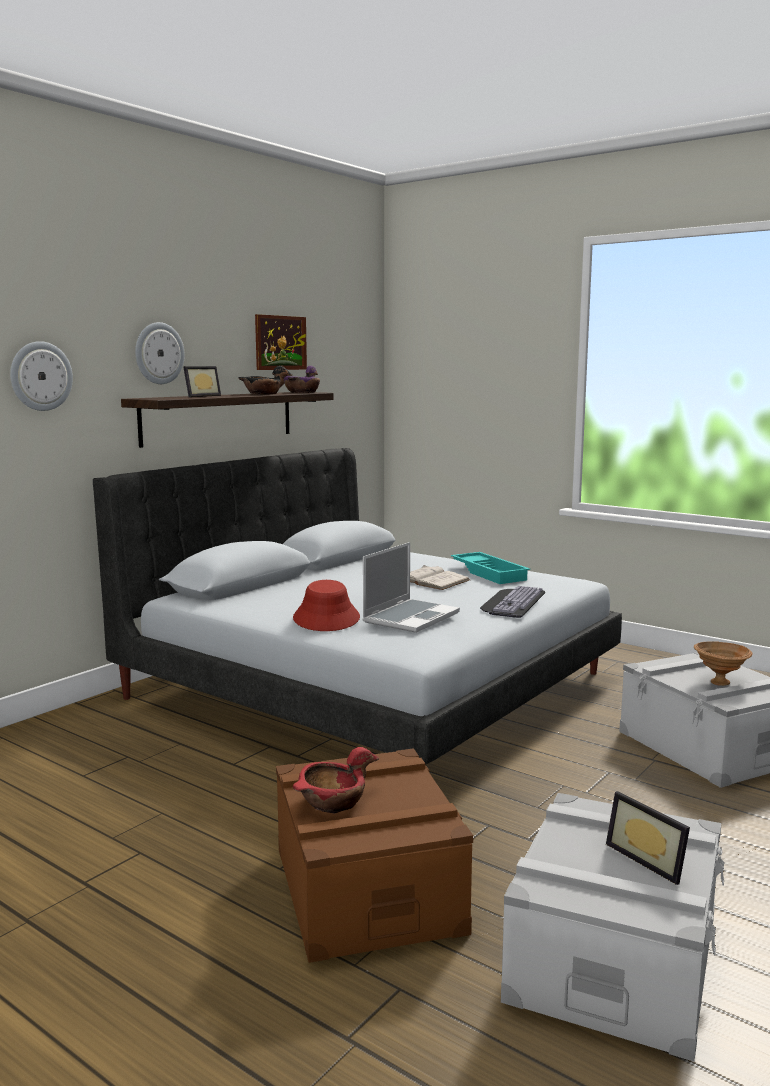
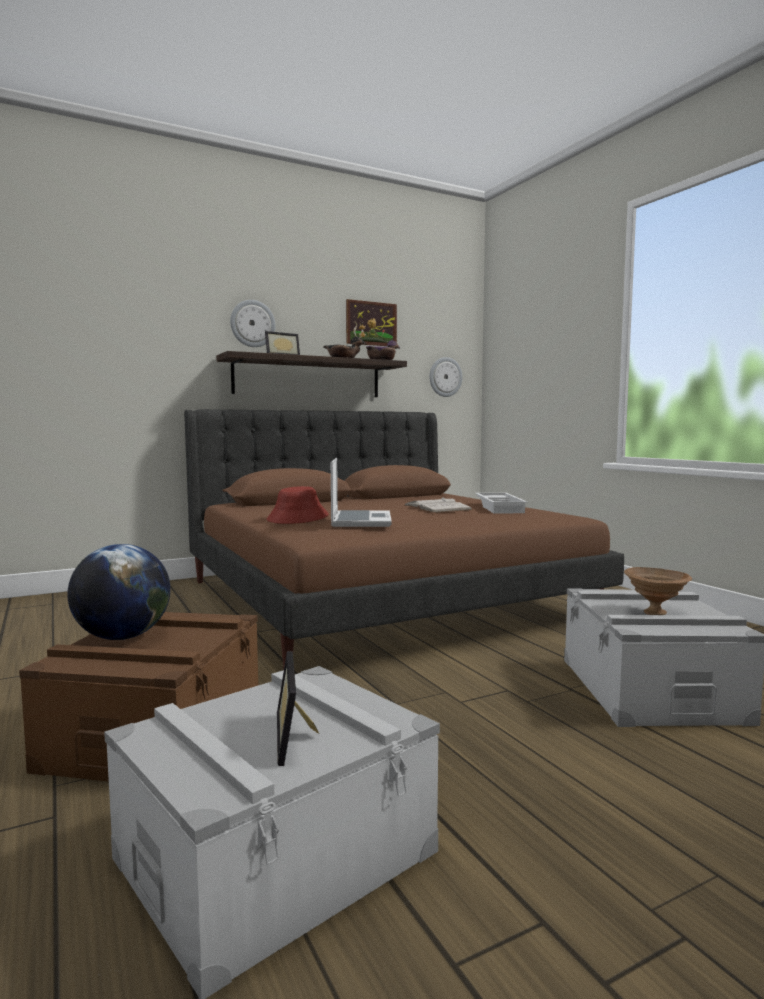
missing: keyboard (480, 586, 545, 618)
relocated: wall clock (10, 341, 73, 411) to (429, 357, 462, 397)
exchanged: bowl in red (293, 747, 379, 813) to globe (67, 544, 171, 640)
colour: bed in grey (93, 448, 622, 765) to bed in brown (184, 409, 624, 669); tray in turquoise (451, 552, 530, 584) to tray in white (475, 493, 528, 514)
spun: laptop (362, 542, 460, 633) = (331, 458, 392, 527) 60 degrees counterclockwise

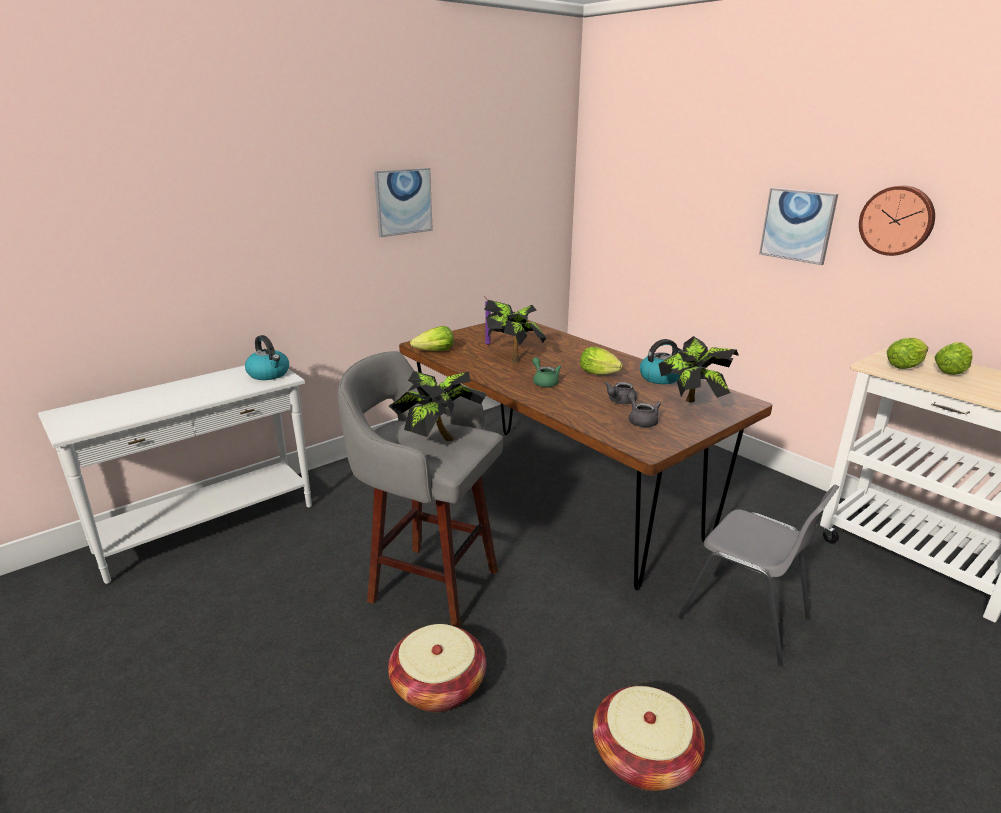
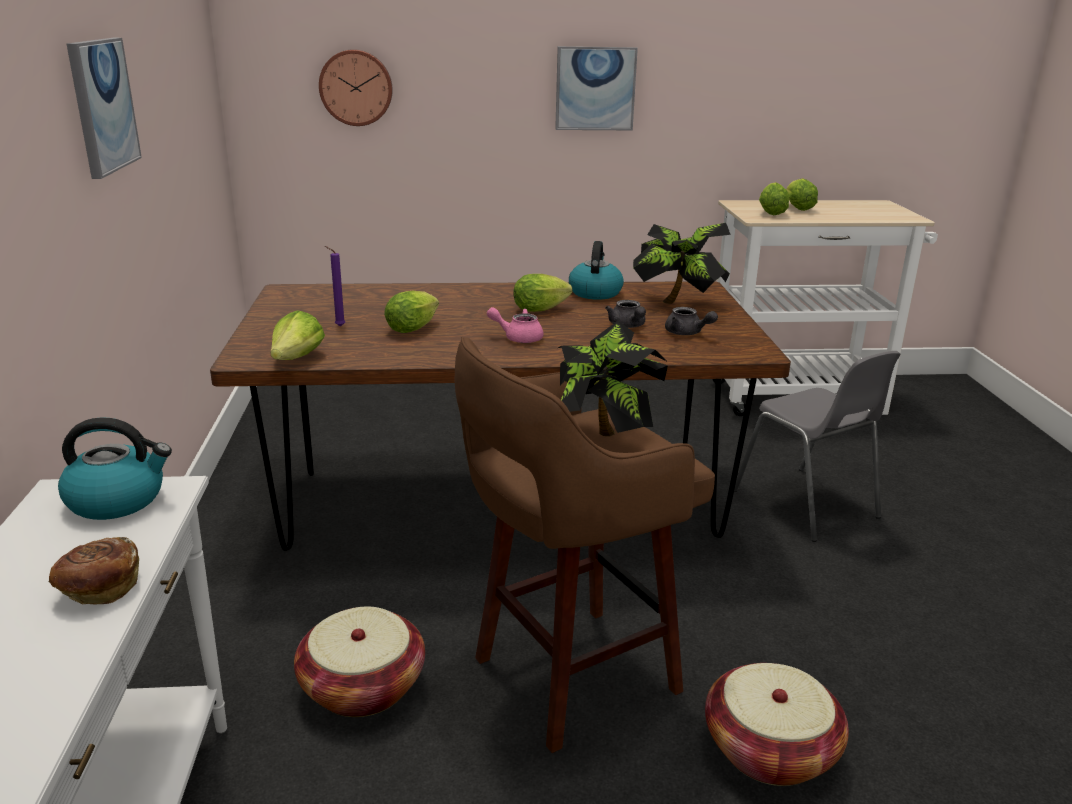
appeared: bread (49, 537, 139, 604)
relocated: basket (593, 686, 705, 791) to (294, 607, 425, 717); wall clock (859, 186, 935, 256) to (319, 49, 393, 126)
exchanged: potted plant (484, 300, 547, 363) to lettuce (384, 291, 439, 333)
colour: stool in grey (337, 351, 503, 628) to stool in brown (455, 337, 715, 753); teapot in green (532, 357, 561, 387) to teapot in pink (487, 307, 544, 343)
spun: teapot in grey (627, 392, 661, 427) = (665, 307, 718, 335) 150 degrees counterclockwise; chair in grey (678, 485, 839, 666) = (734, 351, 900, 542) 75 degrees clockwise

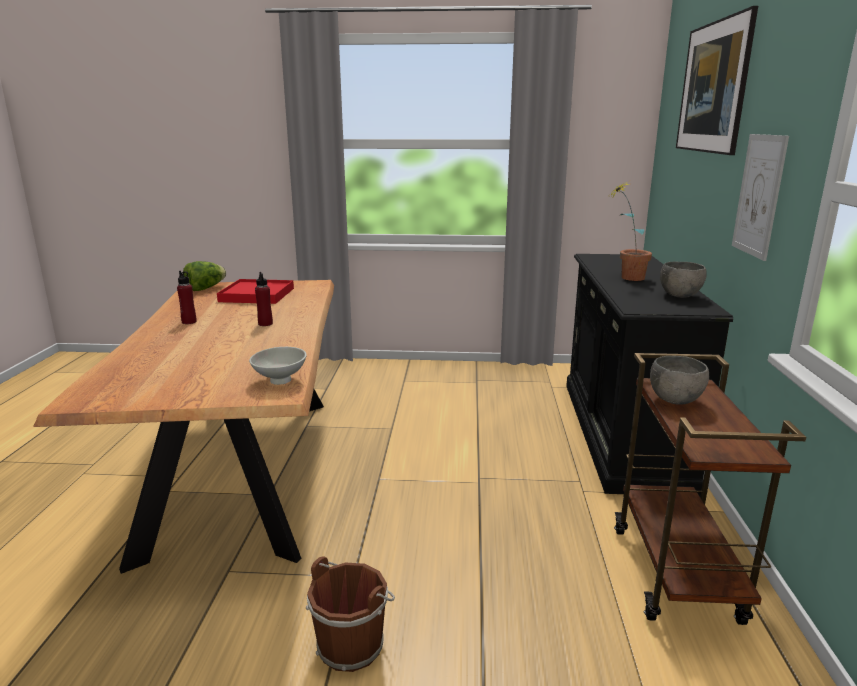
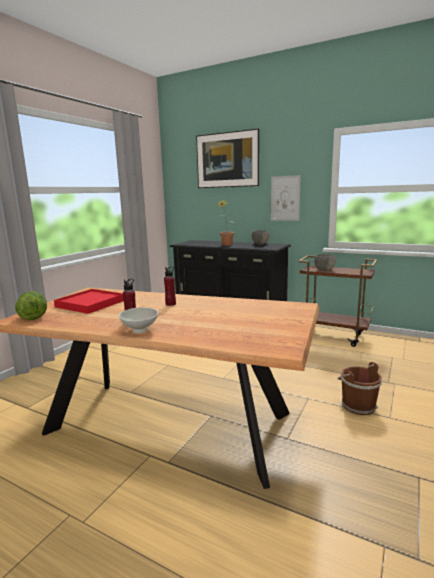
relocated: bowl in white (249, 347, 307, 385) to (119, 307, 158, 333)

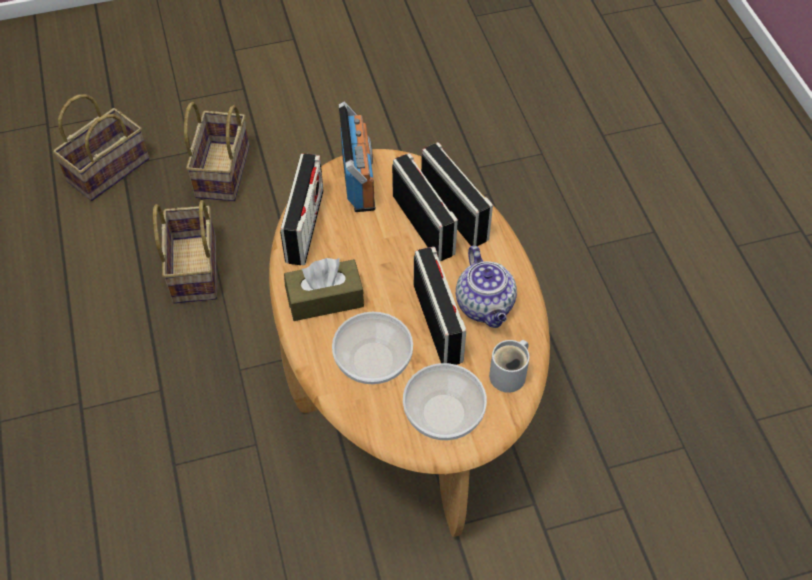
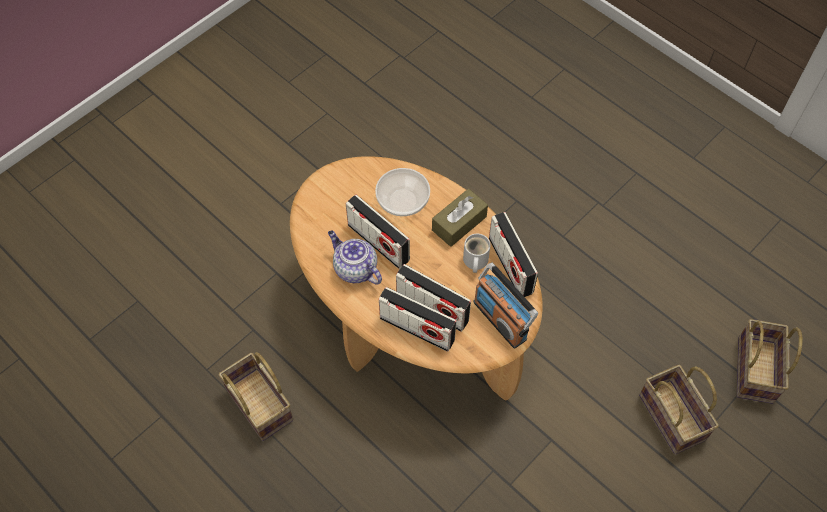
missing: bowl (403, 363, 487, 440)
relocated: basket (153, 200, 217, 304) to (219, 352, 293, 441); mug in white (489, 340, 530, 393) to (463, 233, 490, 273)

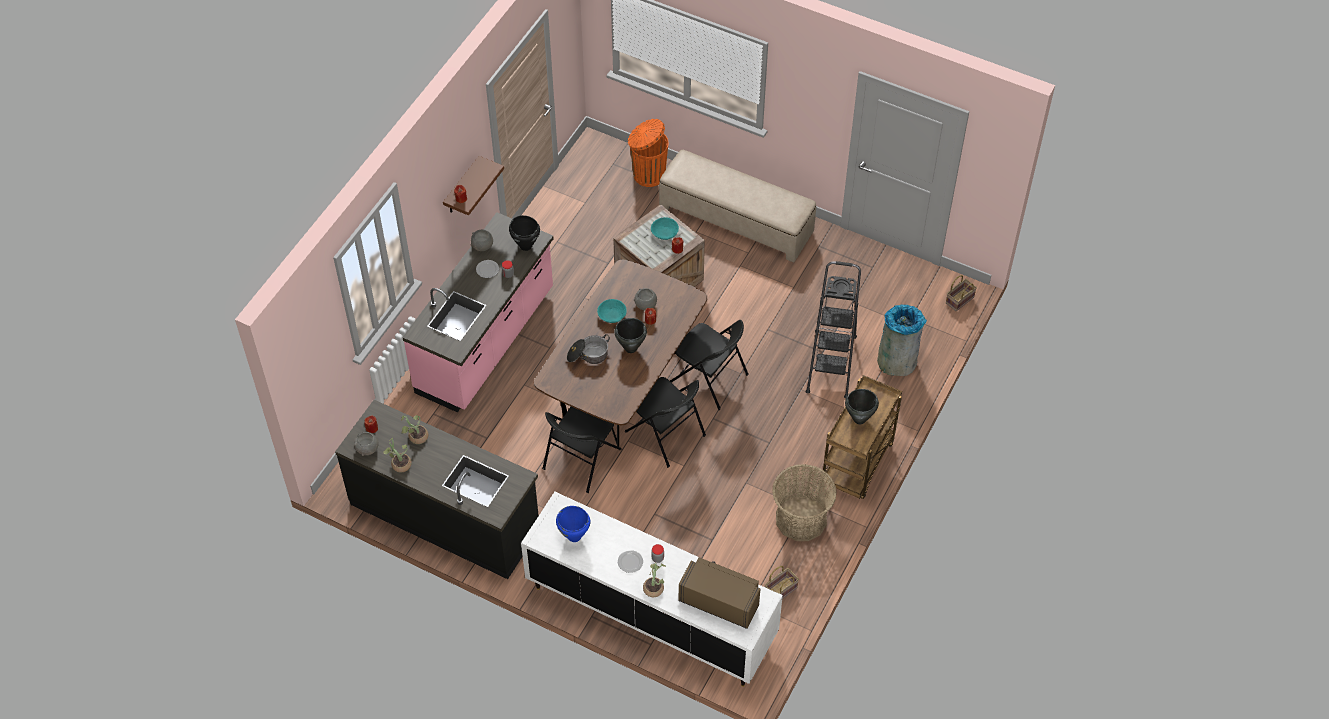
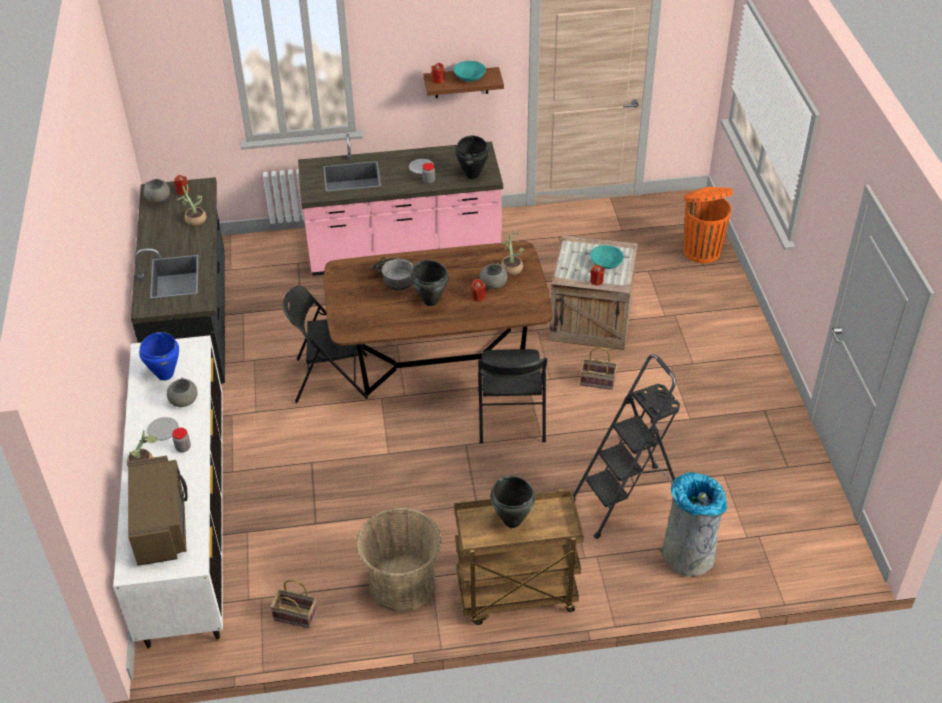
missing: chair in black (625, 377, 706, 468); bench in beige (659, 150, 816, 262)
relocated: potted plant (383, 438, 412, 472) to (501, 232, 525, 275); bowl in grey (471, 230, 493, 251) to (167, 377, 198, 407); bowl in turquoise (597, 299, 627, 323) to (453, 61, 486, 81); basket (946, 275, 977, 311) to (580, 347, 617, 390)

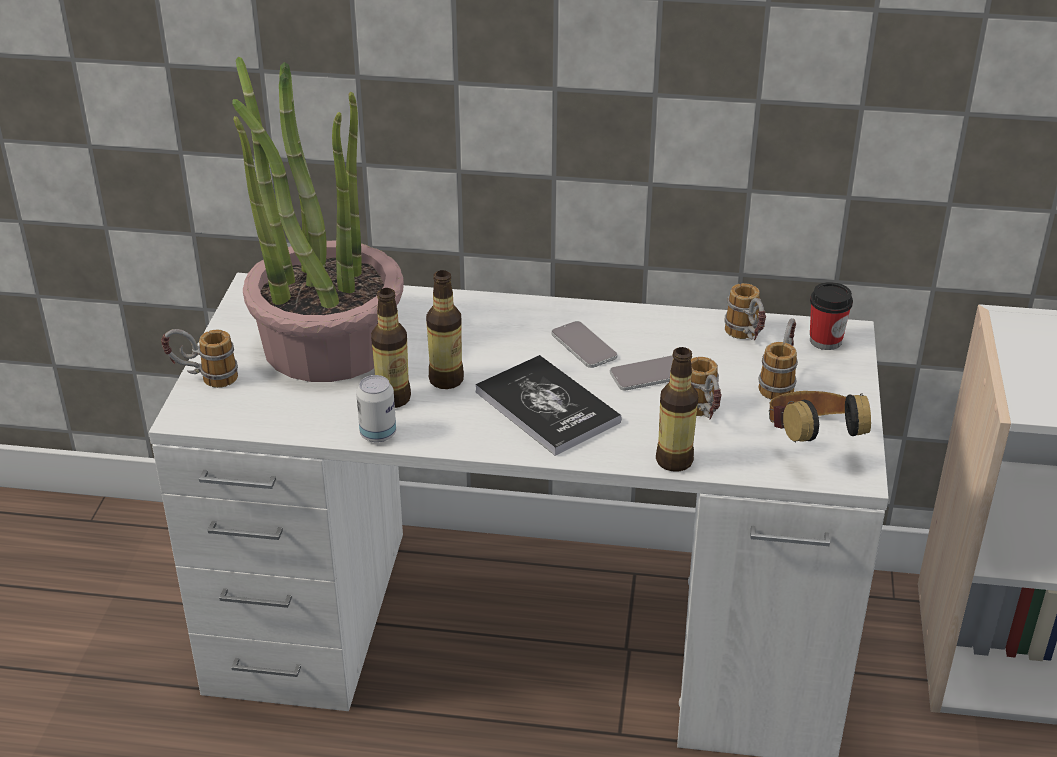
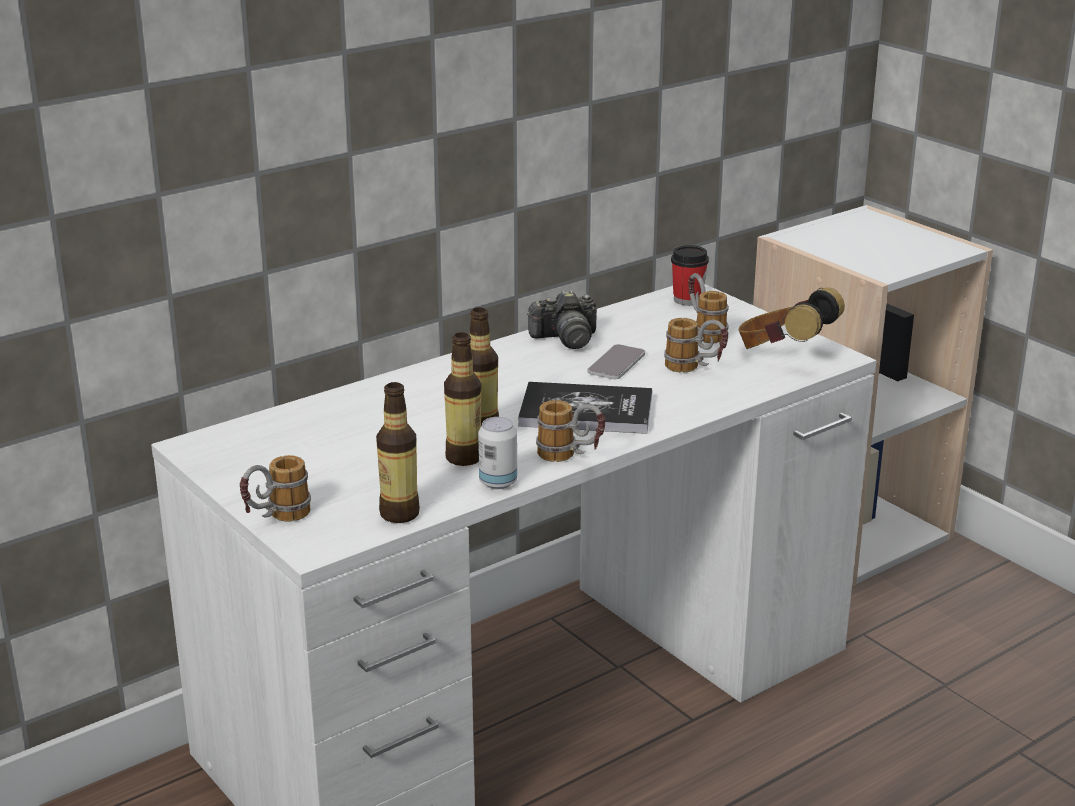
missing: potted plant (232, 57, 404, 382); phone (551, 321, 617, 368)
appeared: photo camera (527, 290, 597, 349)
relocated: bottle (656, 347, 698, 472) to (376, 382, 420, 523); mug (725, 283, 766, 340) to (536, 400, 605, 462)

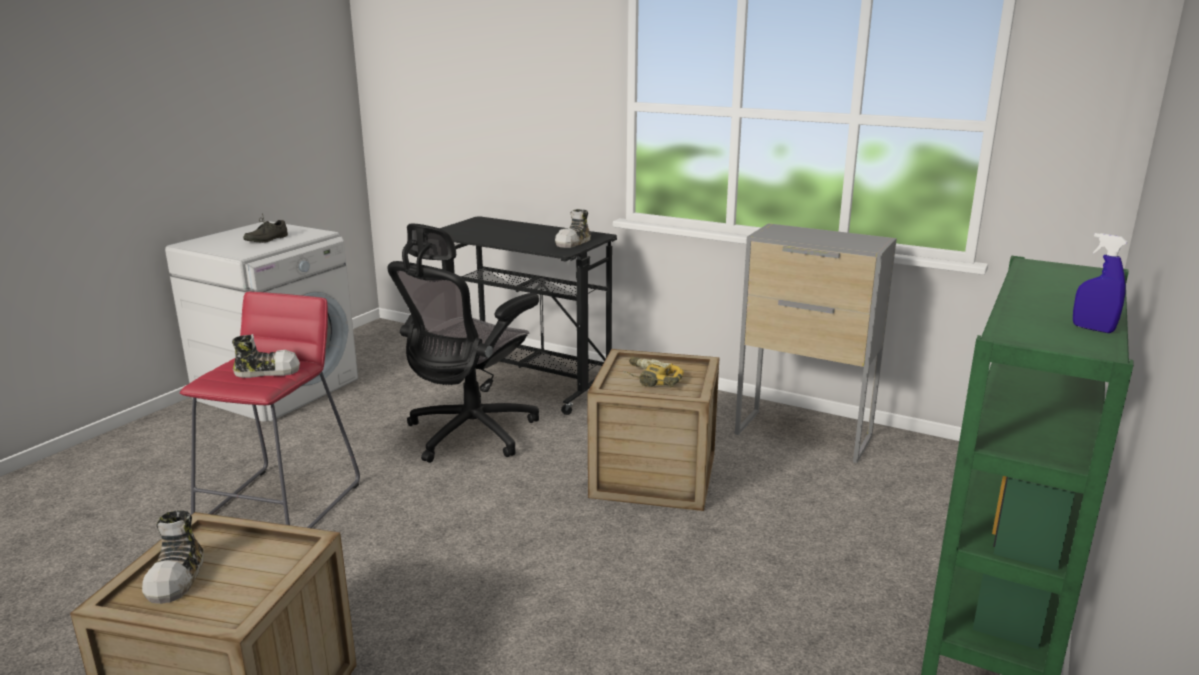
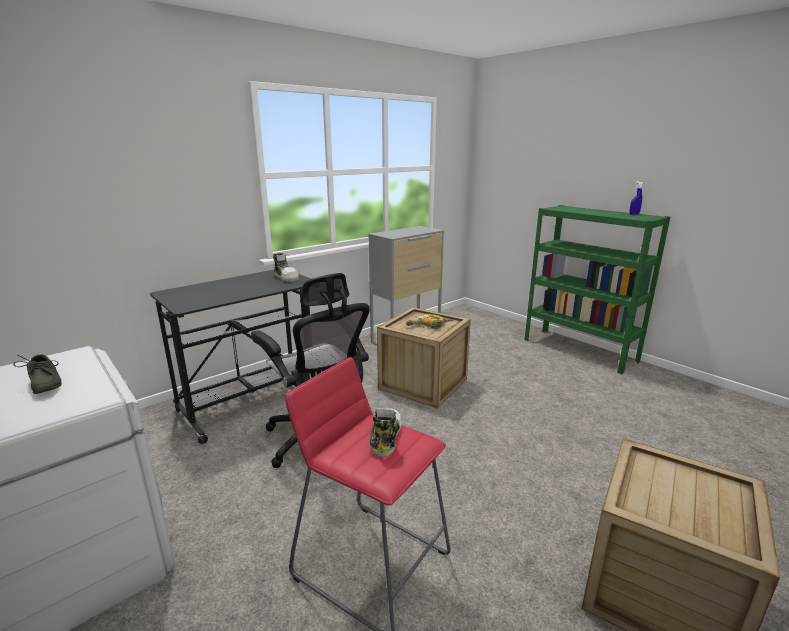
missing: shoe (142, 510, 204, 604)

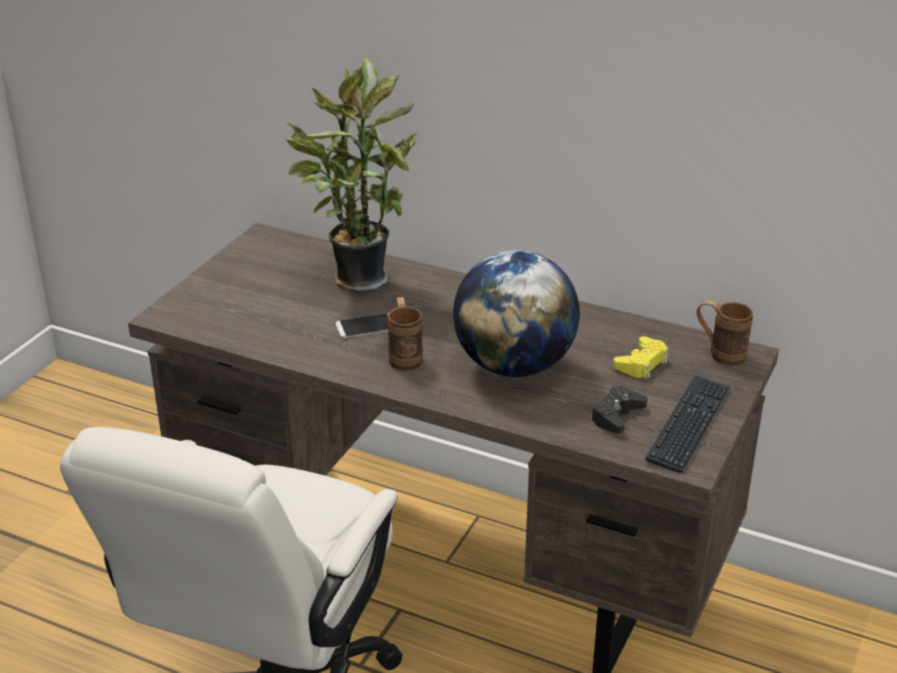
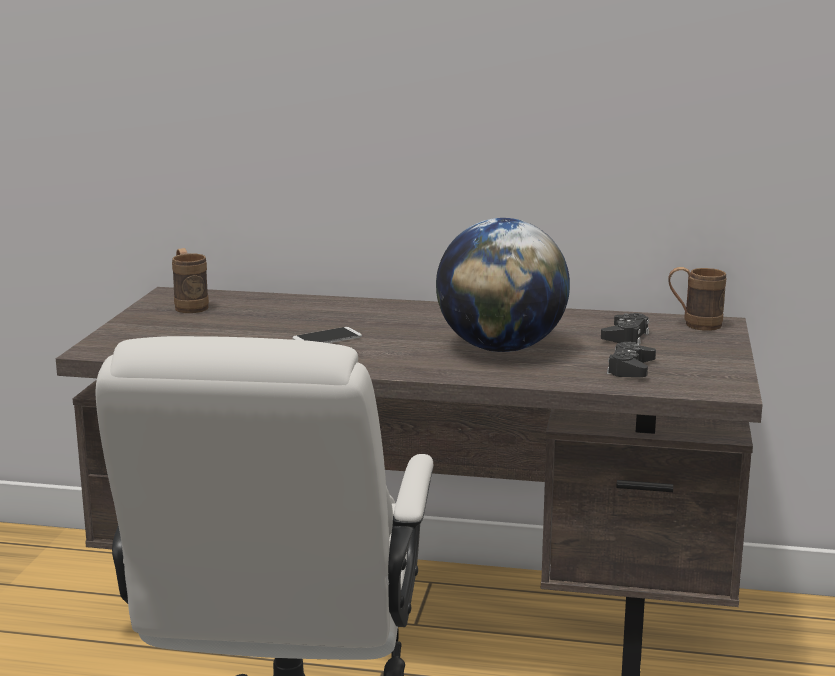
missing: potted plant (285, 57, 417, 292); keyboard (645, 375, 730, 473)
relocated: mug in brown (387, 297, 423, 371) to (172, 248, 209, 313)
colour: game controller in yellow (613, 336, 668, 379) to game controller in black (601, 313, 649, 345)

